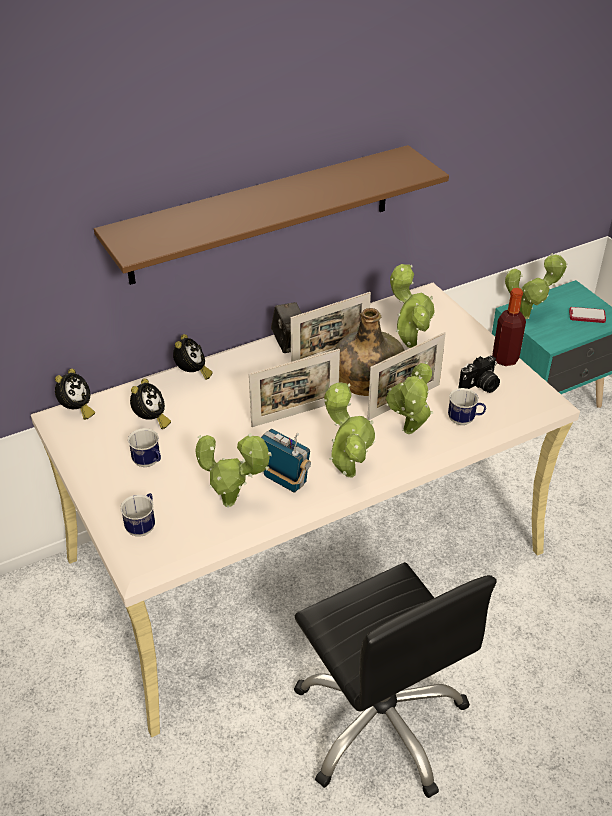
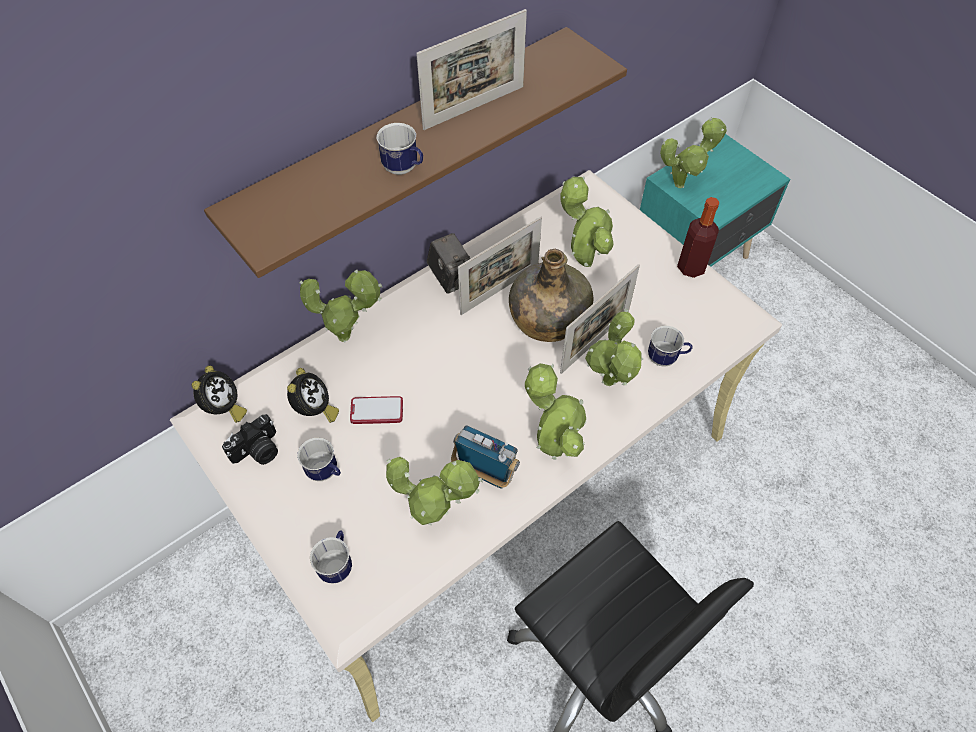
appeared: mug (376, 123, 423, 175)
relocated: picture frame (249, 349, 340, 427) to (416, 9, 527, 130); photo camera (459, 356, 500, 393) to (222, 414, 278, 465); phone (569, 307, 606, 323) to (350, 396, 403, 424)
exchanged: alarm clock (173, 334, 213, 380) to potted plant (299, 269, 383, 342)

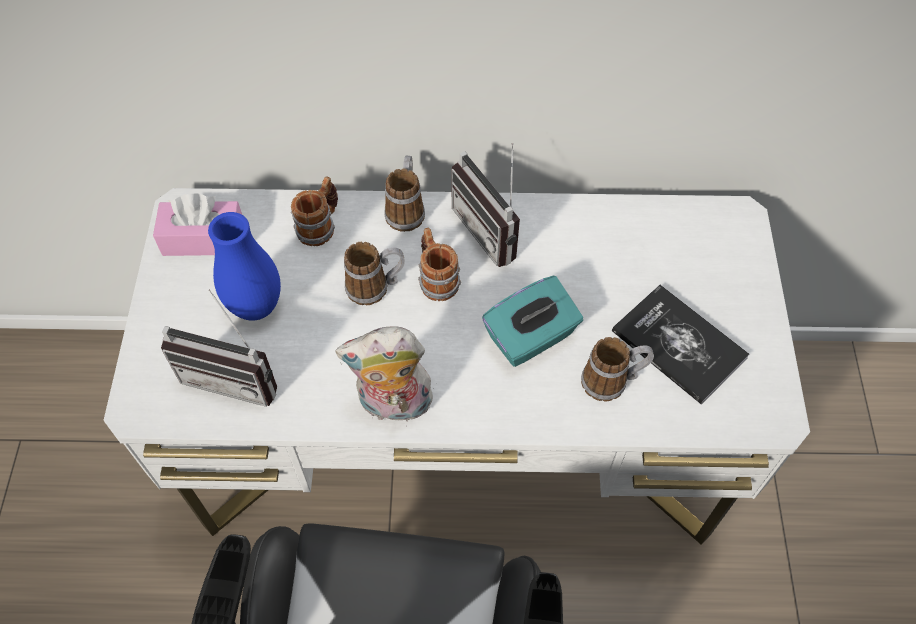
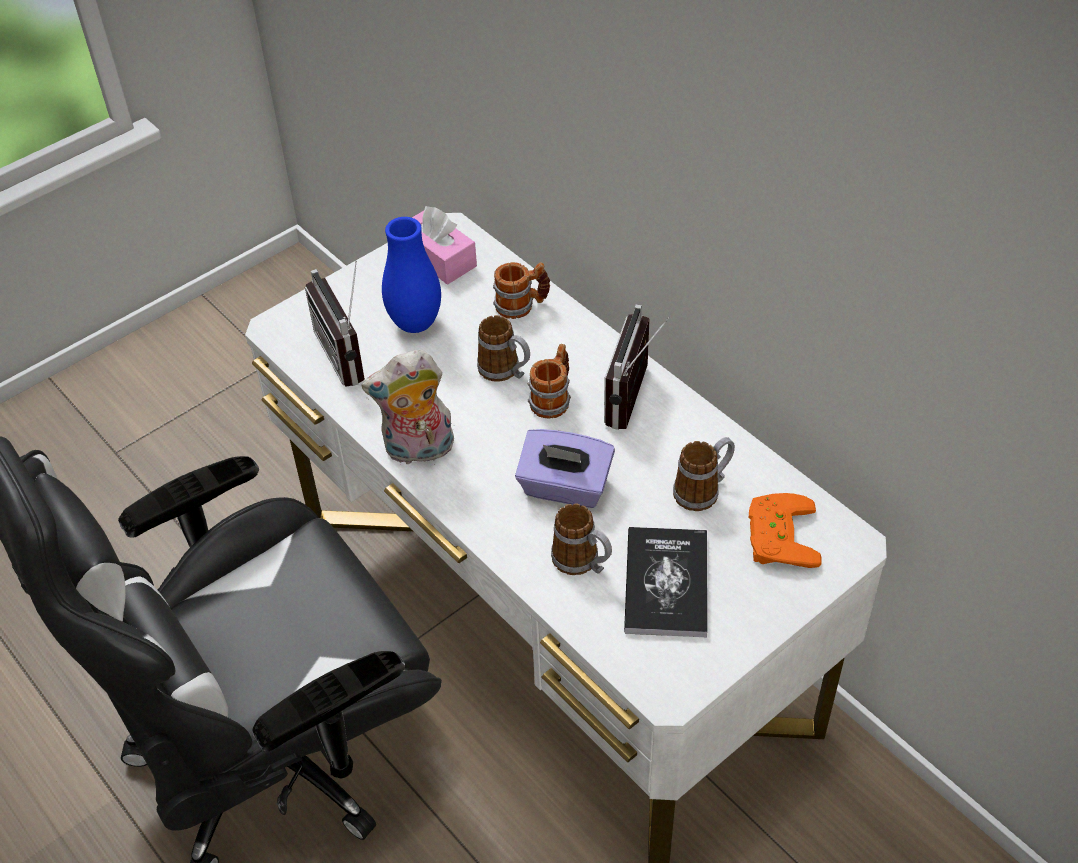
appeared: game controller in orange (749, 493, 821, 568)
relocated: mug (384, 156, 425, 232) to (673, 437, 735, 511)
colour: tissue box in turquoise (482, 276, 583, 367) to tissue box in purple (515, 429, 615, 508)
spun: plush toy (335, 326, 434, 421) = (361, 350, 454, 464) 60 degrees counterclockwise

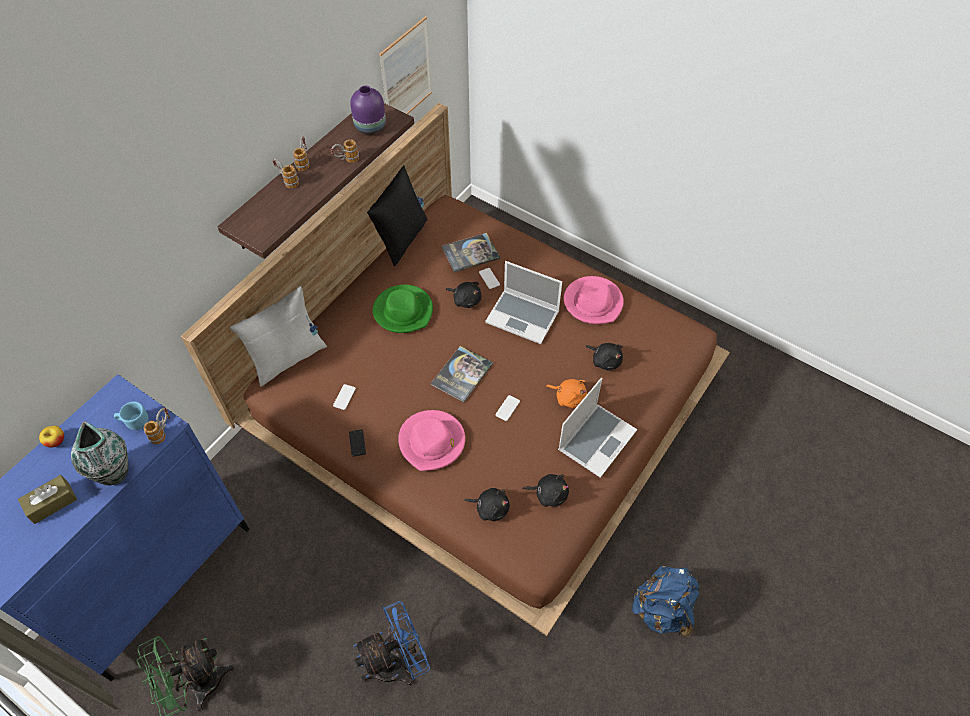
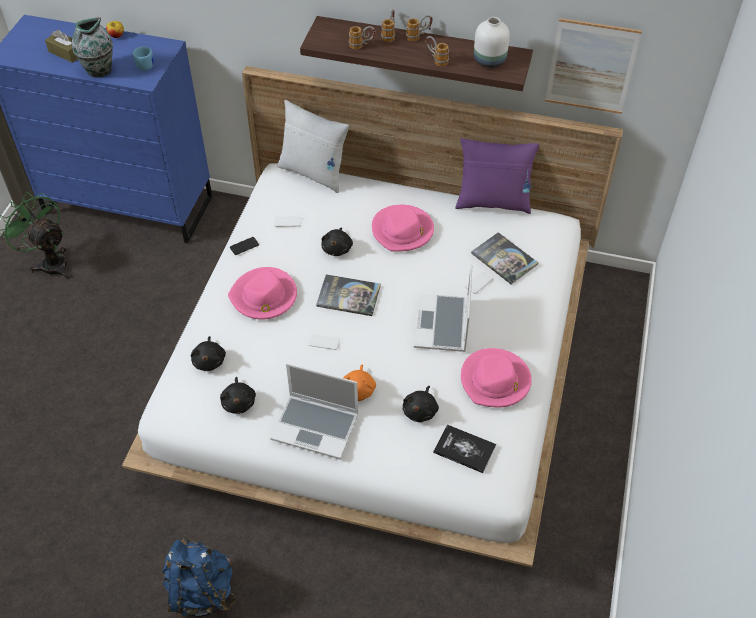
missing: fan in blue (353, 601, 430, 685)
appeared: book (433, 424, 496, 473)
relocated: mug (144, 408, 170, 444) to (349, 26, 376, 49); plush toy in black (446, 282, 482, 308) to (321, 227, 353, 256)
colour: bed in brown (181, 103, 730, 636) to bed in white (122, 66, 623, 567); vase in purple (350, 86, 386, 135) to vase in white (474, 17, 510, 68); pillow in black (367, 166, 427, 266) to pillow in purple (455, 138, 539, 214); hat in green (373, 285, 433, 333) to hat in pink (372, 205, 434, 252)

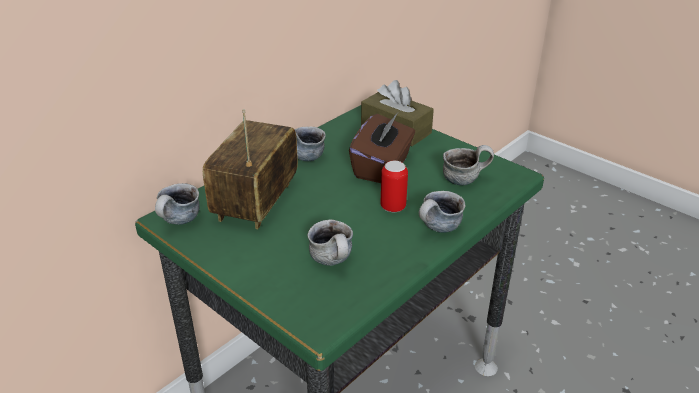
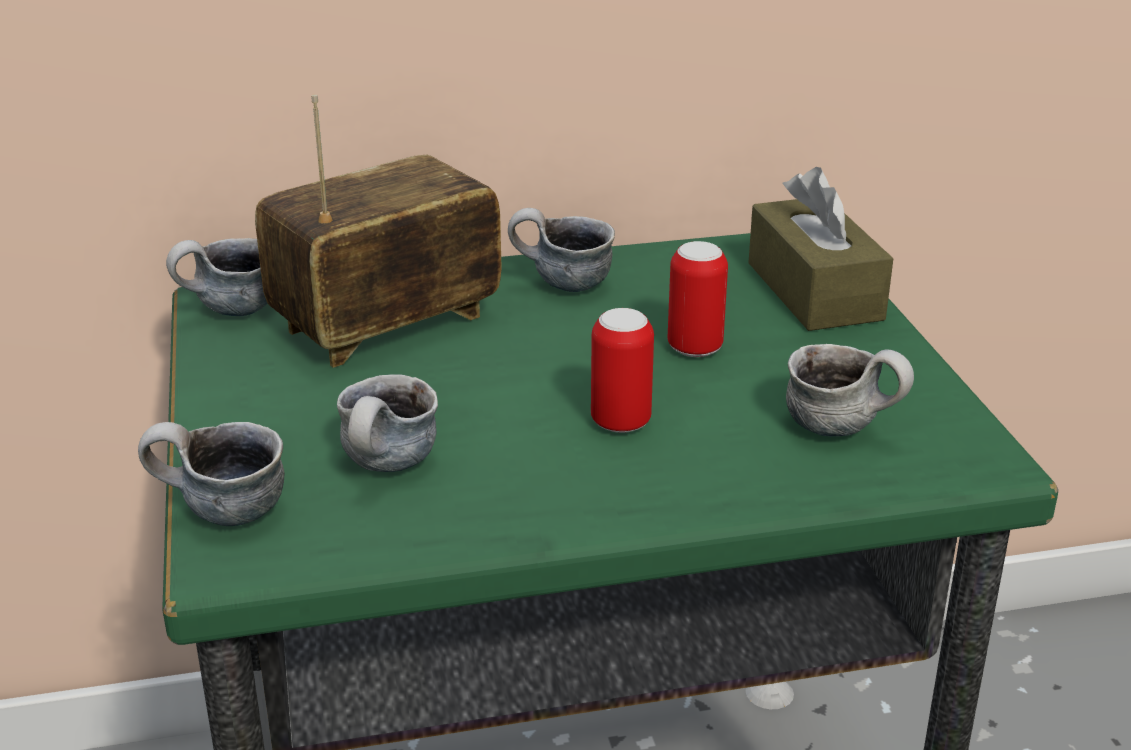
relocated: mug (419, 191, 465, 233) to (138, 422, 285, 526)
exchanged: tissue box in brown (349, 113, 415, 183) to can (667, 241, 728, 357)

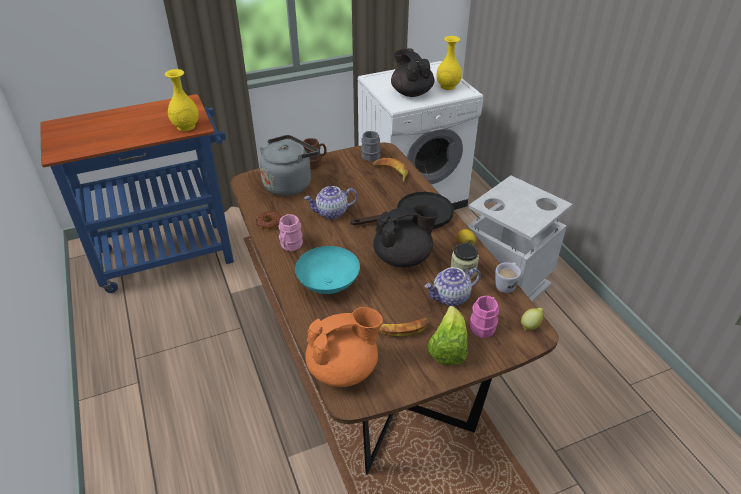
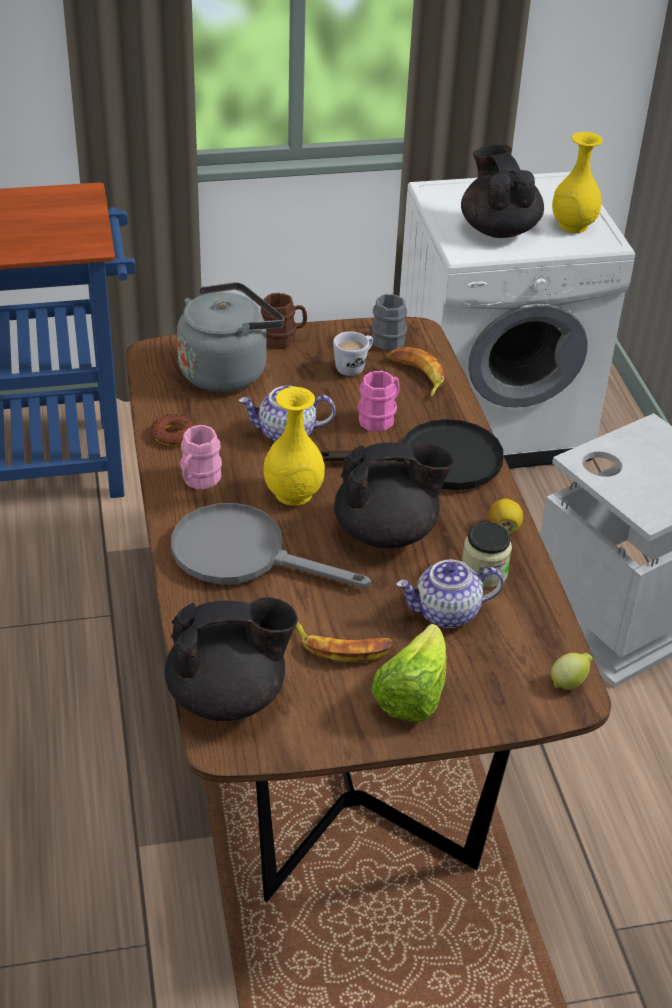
relocated: vase in yellow (165, 69, 199, 131) to (263, 387, 325, 506); mug in pink (470, 296, 499, 338) to (357, 371, 400, 432); mug in white (496, 262, 521, 293) to (333, 331, 373, 376)
exchanged: bowl in turquoise (295, 246, 360, 294) to frying pan in grey (171, 503, 371, 588)
colour: teapot in orange (305, 307, 383, 387) to teapot in black (165, 597, 298, 721)

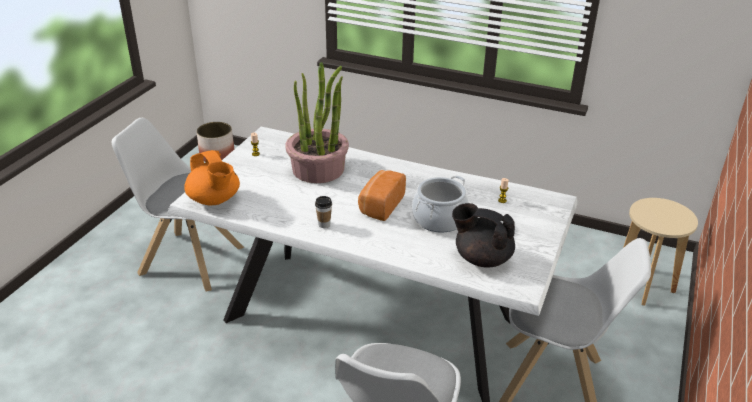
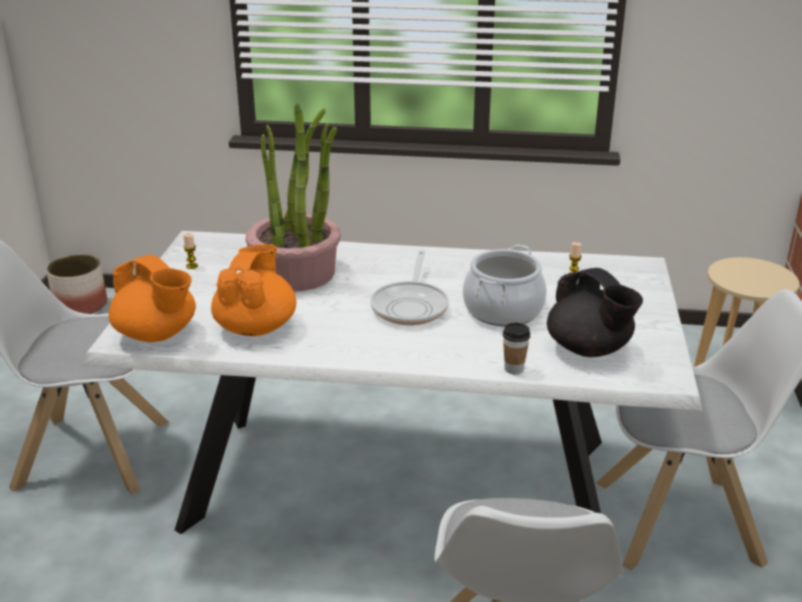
appeared: teapot in orange (211, 244, 296, 336)
relocated: cup (315, 196, 332, 228) to (503, 323, 530, 374)
exchanged: bread (358, 170, 406, 221) to frying pan (370, 250, 449, 325)
spun: teapot in black (452, 203, 515, 267) = (547, 268, 643, 357) 135 degrees counterclockwise

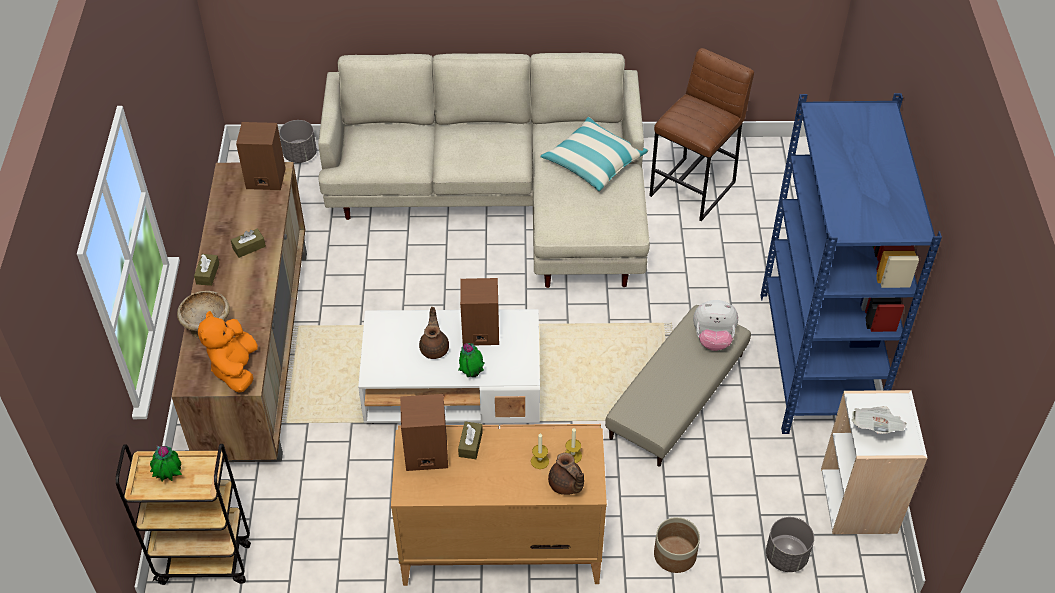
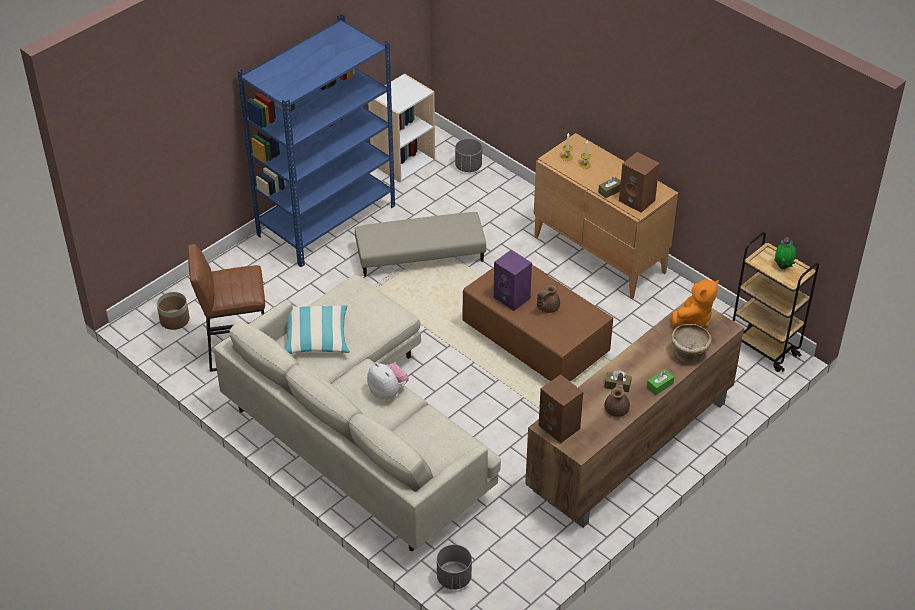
missing: potted plant (458, 343, 484, 377); newspaper (852, 406, 907, 434)
relocated: teapot in brown (548, 453, 584, 495) to (604, 373, 630, 417); planter (654, 517, 700, 573) to (157, 292, 190, 330); plush toy (693, 300, 738, 351) to (367, 363, 409, 400)
colour: tissue box in brown (194, 254, 219, 286) to tissue box in green (647, 369, 674, 395); coffee table in white (358, 309, 540, 424) to coffee table in brown (463, 265, 613, 382); speaker in brown (460, 278, 499, 345) to speaker in purple (493, 250, 532, 311)

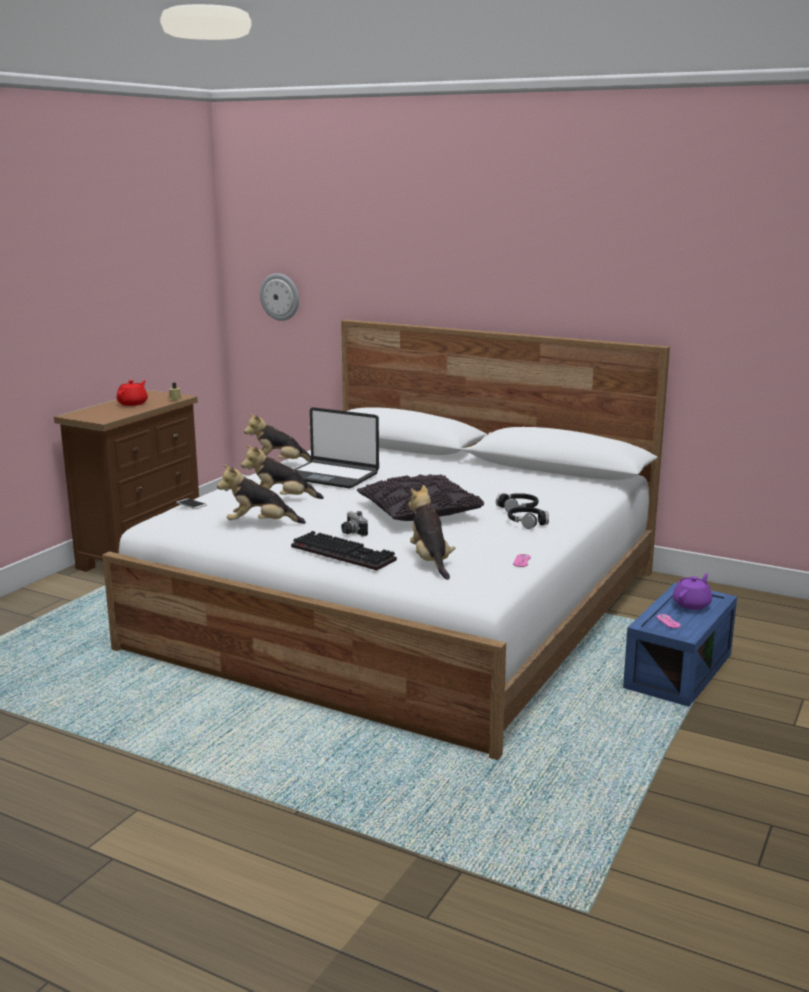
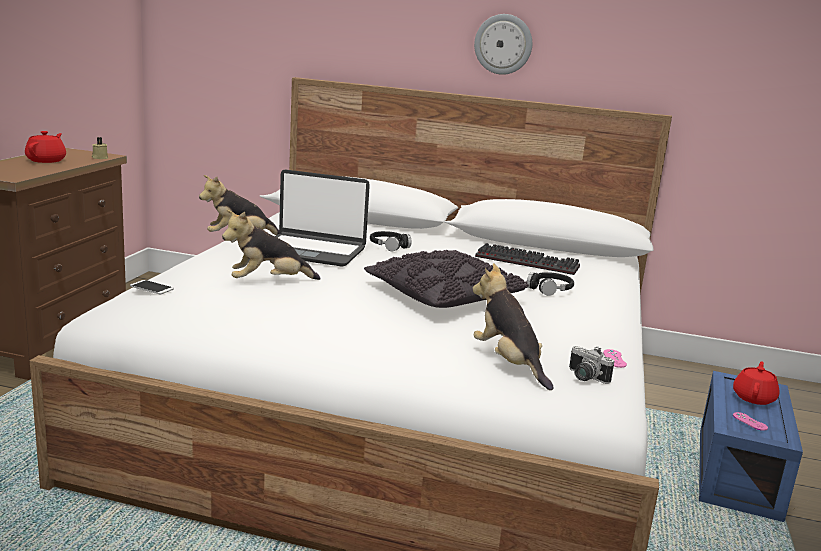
missing: plush toy (217, 464, 306, 524)
relocated: wall clock (260, 273, 299, 321) to (474, 14, 532, 75); keyboard (291, 531, 397, 571) to (475, 243, 580, 275); photo camera (341, 511, 368, 536) to (569, 346, 614, 384); headphones in black (508, 507, 549, 529) to (370, 231, 411, 251)
colour: teapot in purple (673, 573, 712, 610) to teapot in red (733, 361, 780, 405)

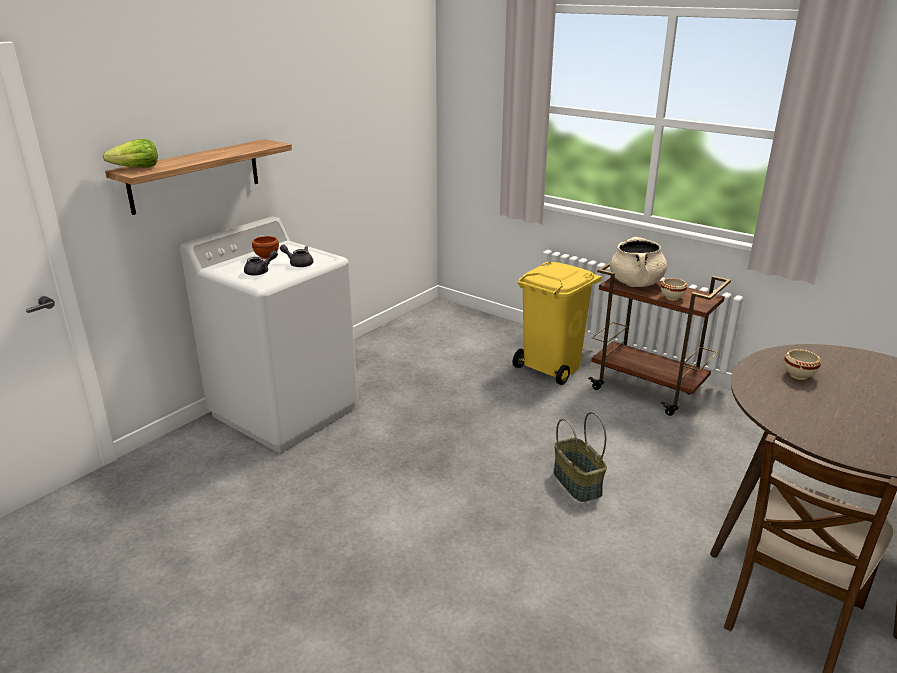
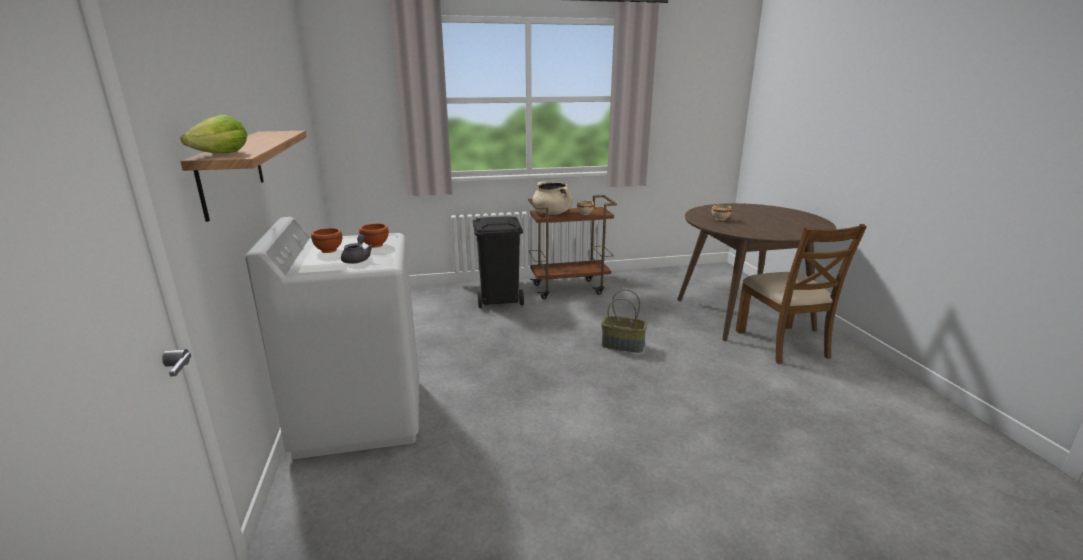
exchanged: teapot in grey (280, 245, 313, 267) to bowl in brown (359, 223, 389, 248)
colour: trash can in yellow (513, 261, 601, 385) to trash can in black (473, 217, 524, 308)

